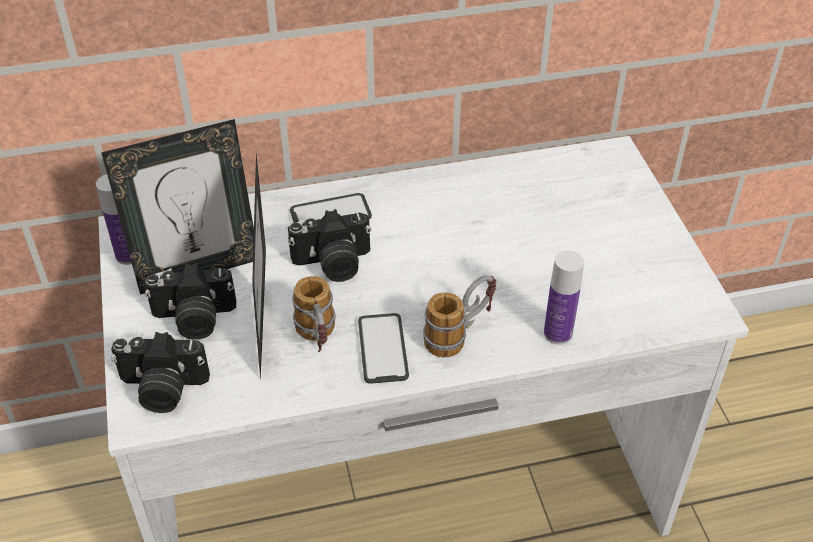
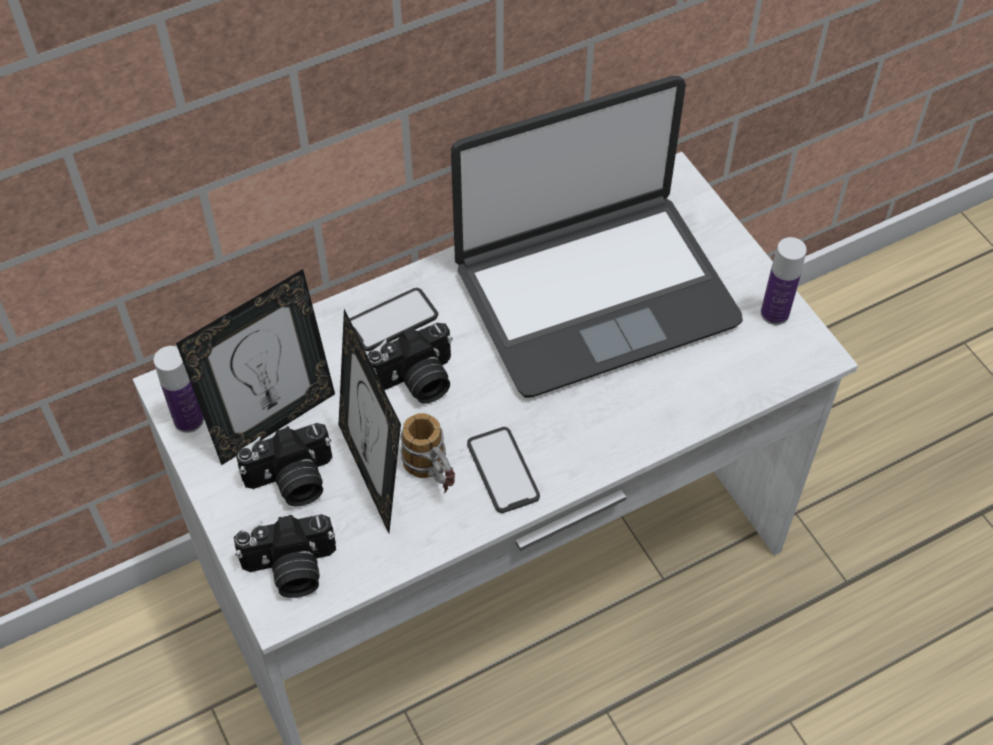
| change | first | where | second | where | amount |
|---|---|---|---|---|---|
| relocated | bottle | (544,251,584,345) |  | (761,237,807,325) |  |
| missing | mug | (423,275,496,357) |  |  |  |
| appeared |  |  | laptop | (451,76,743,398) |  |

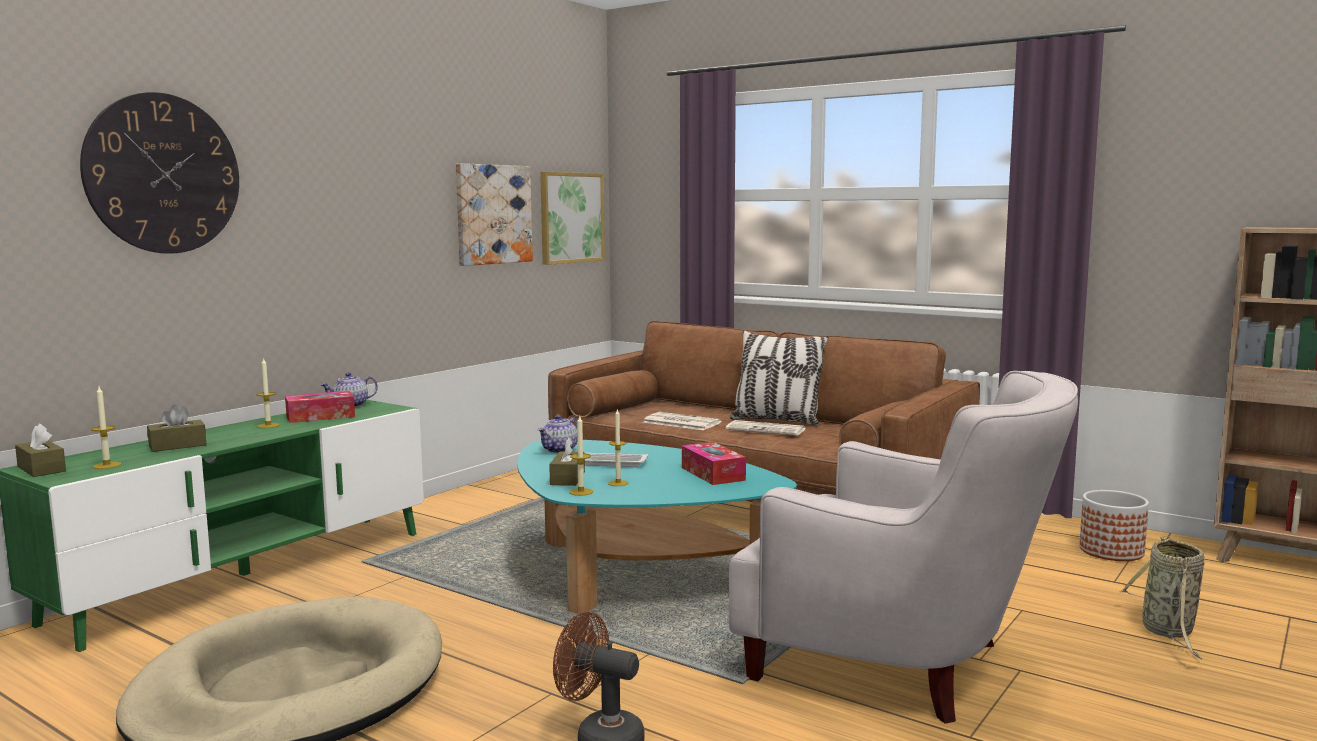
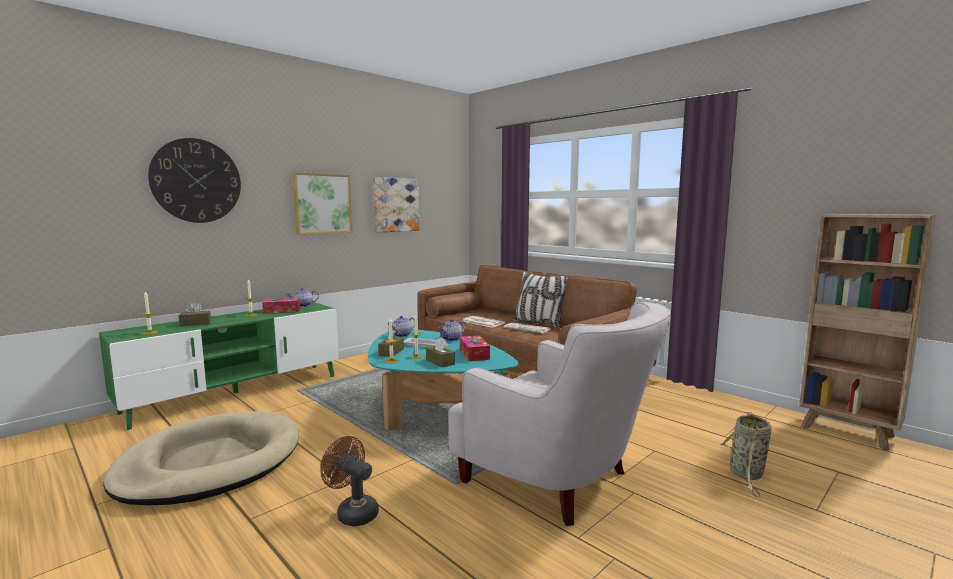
| change | first | where | second | where | amount |
|---|---|---|---|---|---|
| relocated | picture | (540,172,605,265) |  | (293,172,352,235) |  |
| relocated | tissue box (brown) | (15,424,66,477) |  | (426,337,455,367) |  |
| missing | planter | (1079,490,1149,561) |  |  |  |
| appeared |  |  | teapot | (438,319,465,341) |  |

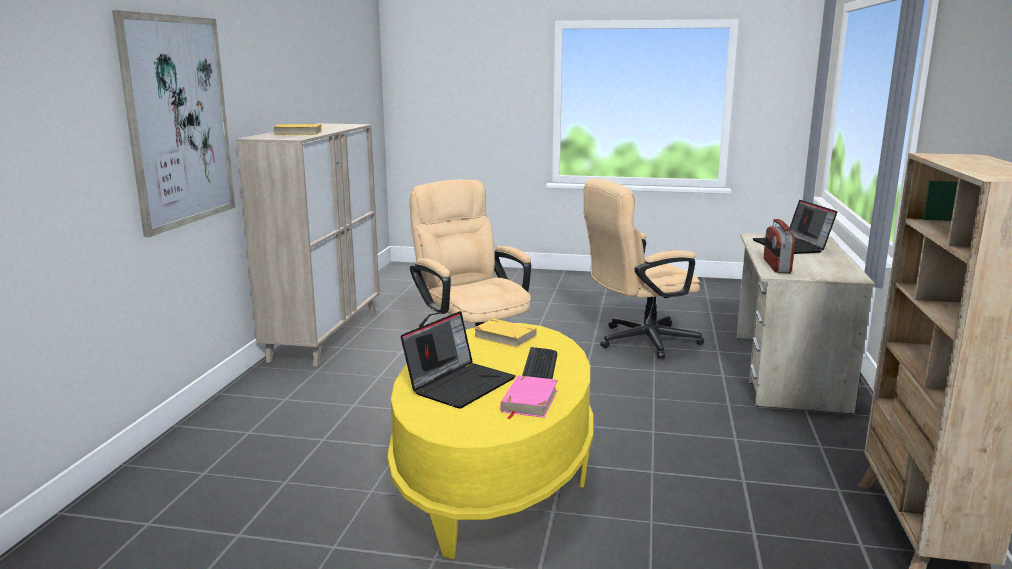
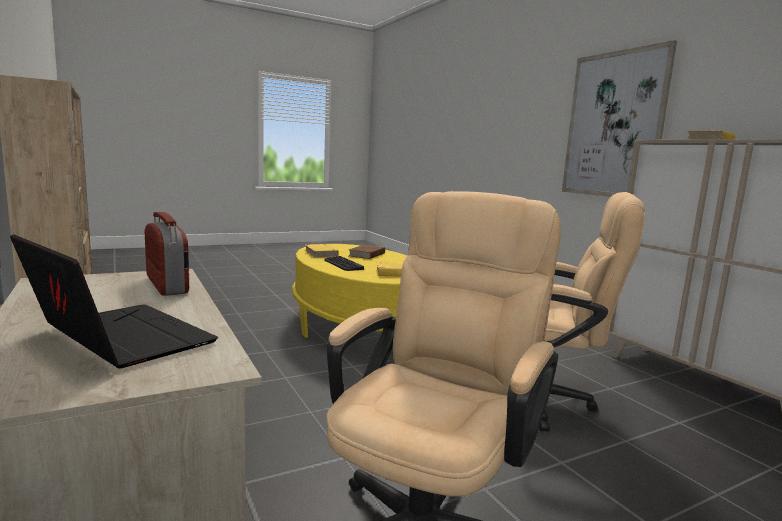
| change | first | where | second | where | amount |
|---|---|---|---|---|---|
| exchanged | laptop | (401,311,515,408) | book (brown) | (349,245,385,259) |  |
| colour | book (pink) | (500,375,558,419) | book (yellow) | (305,244,339,258) |  |

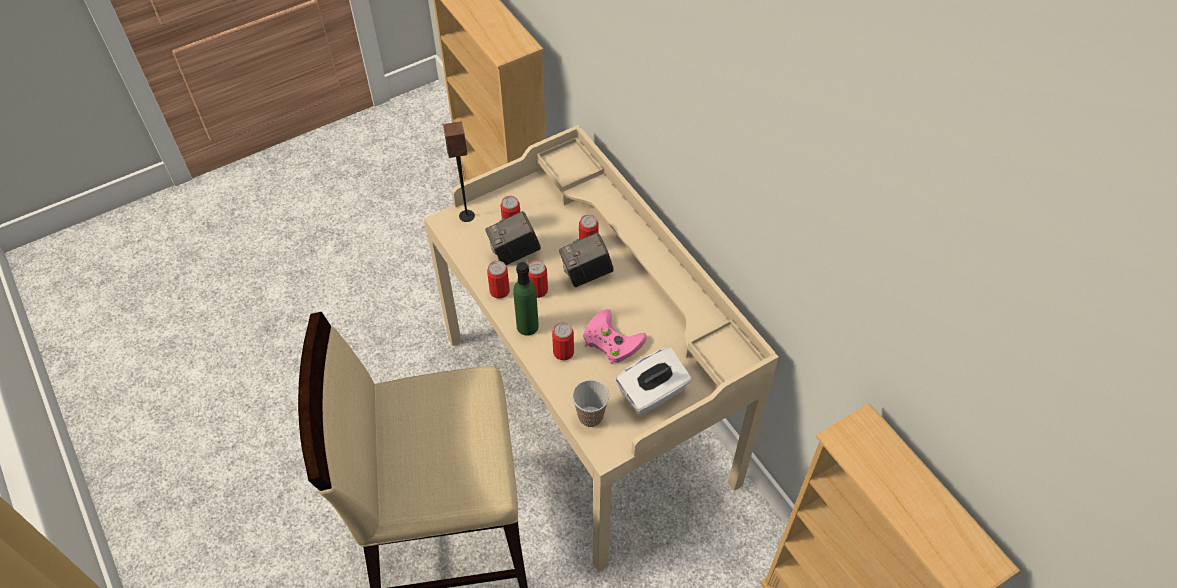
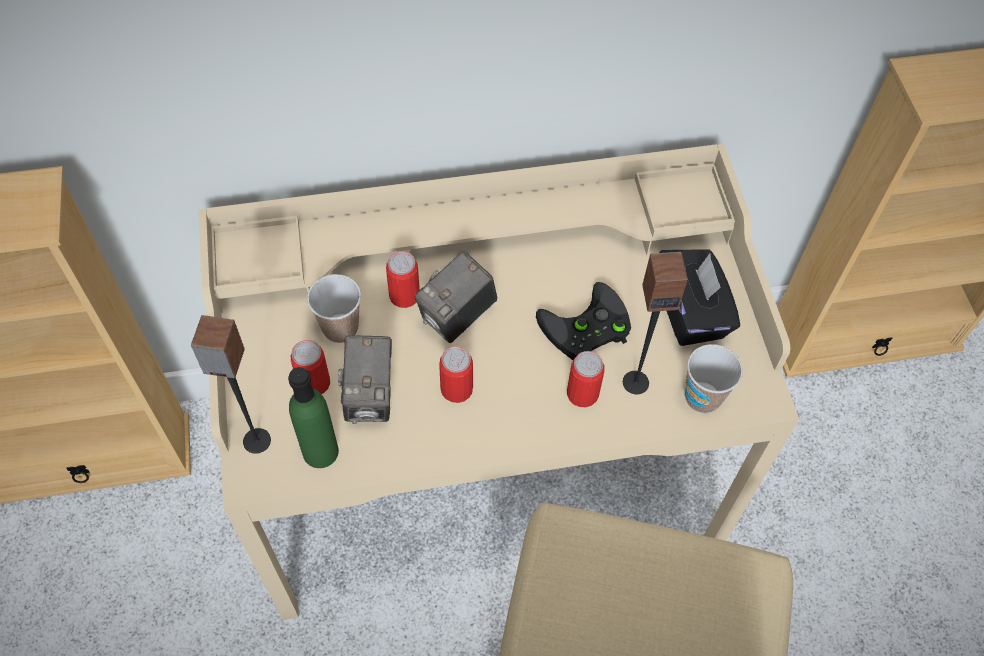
| change | first | where | second | where | amount |
|---|---|---|---|---|---|
| spun | photo camera | (559,232,614,287) |  | (415,251,497,343) | 45 degrees clockwise |
| missing | can | (487,261,510,299) |  |  |  |
| relocated | bottle (green) | (513,262,539,336) |  | (288,367,339,468) |  |
| colour | game controller (pink) | (583,309,647,364) | game controller (black) | (536,282,631,360) |  |
| colour | tissue box (white) | (616,347,692,416) | tissue box (black) | (659,249,740,346) |  |
| appeared |  |  | speaker | (623,252,688,394) |  |
| appeared |  |  | cup | (307,274,361,343) |  |

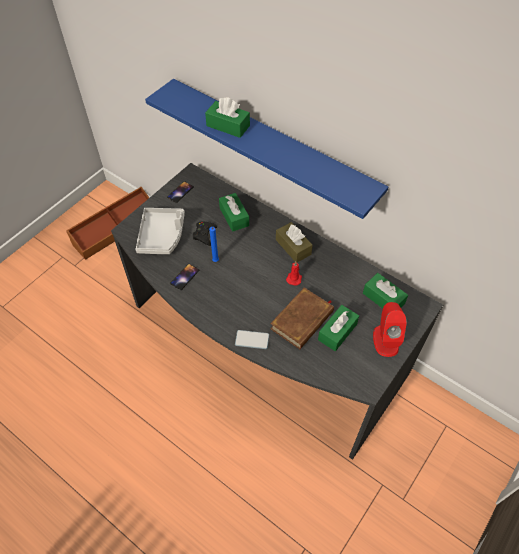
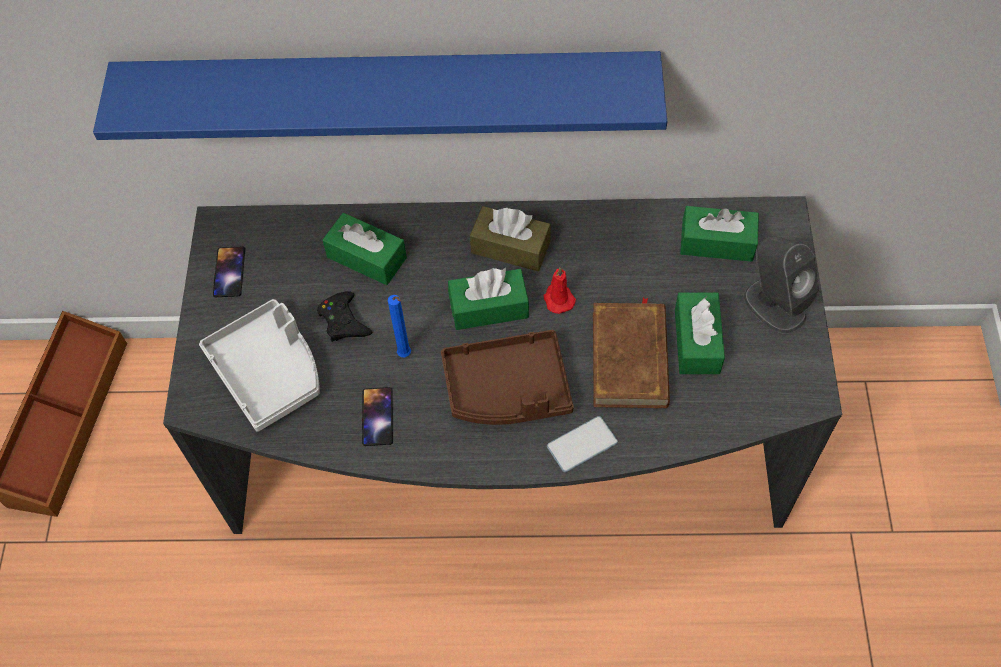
| change | first | where | second | where | amount |
|---|---|---|---|---|---|
| relocated | tissue box (green) | (205,97,250,138) |  | (448,268,529,330) |  |
| colour | speaker (red) | (373,302,407,357) | speaker (grey) | (744,236,819,334) |  |
| appeared |  |  | tray (brown) | (441,330,574,425) |  |

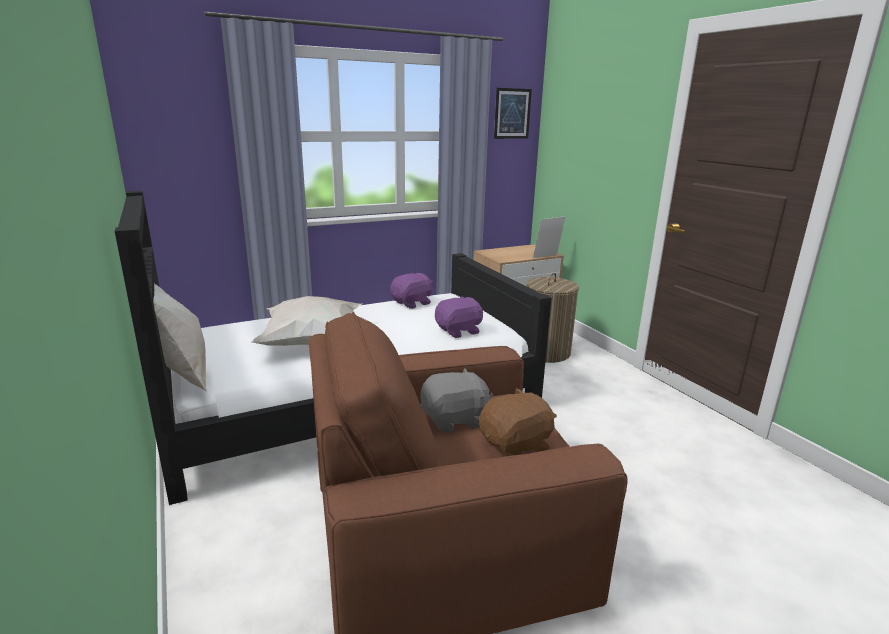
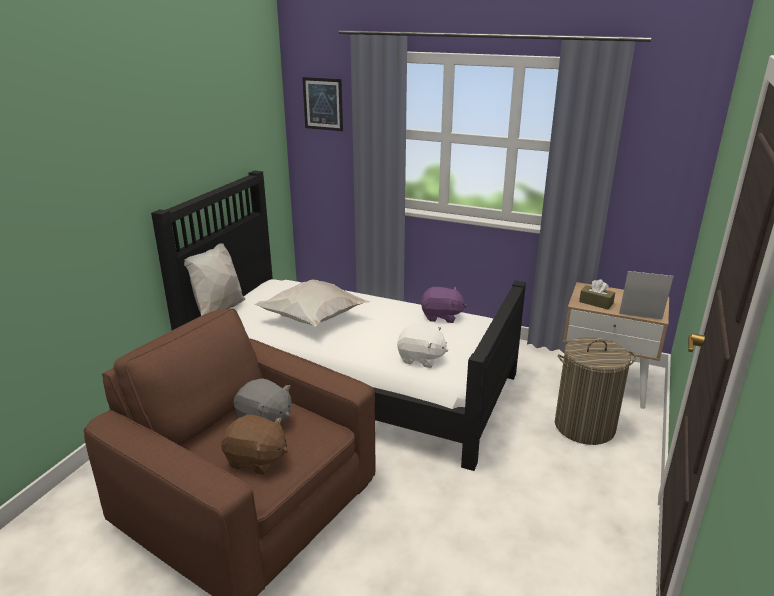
| change | first | where | second | where | amount |
|---|---|---|---|---|---|
| relocated | picture | (494,88,532,139) |  | (302,77,343,131) |  |
| colour | plush toy (purple) | (435,296,483,338) | plush toy (white) | (397,324,449,368) |  |
| appeared |  |  | tissue box (brown) | (579,279,615,309) |  |

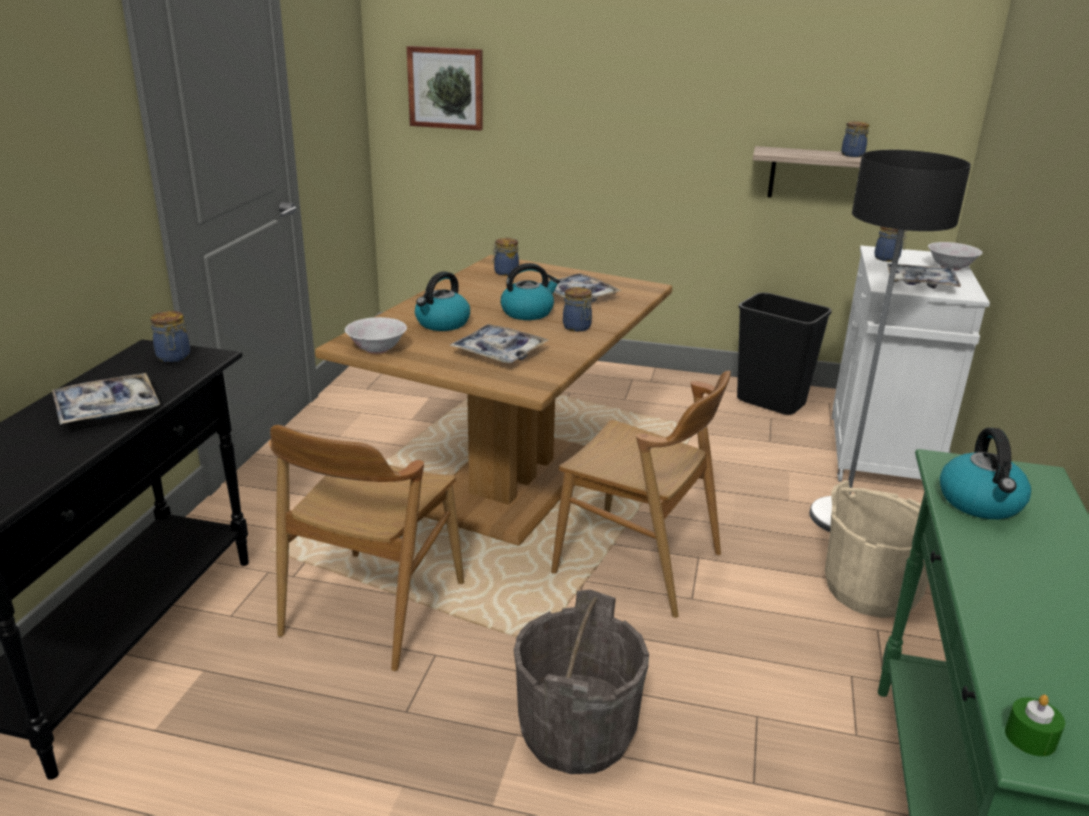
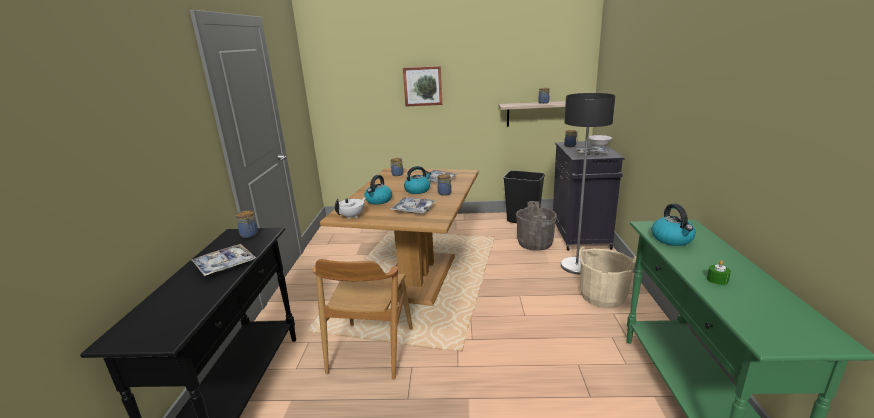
| change | first | where | second | where | amount |
|---|---|---|---|---|---|
| relocated | picture | (407,46,483,131) |  | (403,66,442,106) |  |
| colour | cabinet (white) | (832,246,990,482) | cabinet (black) | (553,141,624,251) |  |
| exchanged | bowl (white) | (345,317,407,354) | teapot (white) | (335,197,366,219) |  |
| missing | chair (brown) | (551,371,731,618) |  |  |  |
| relocated | bucket (grey) | (514,590,649,774) |  | (516,201,557,251) |  |
| relocated | candle (green) | (1005,695,1065,756) |  | (707,260,731,285) |  |

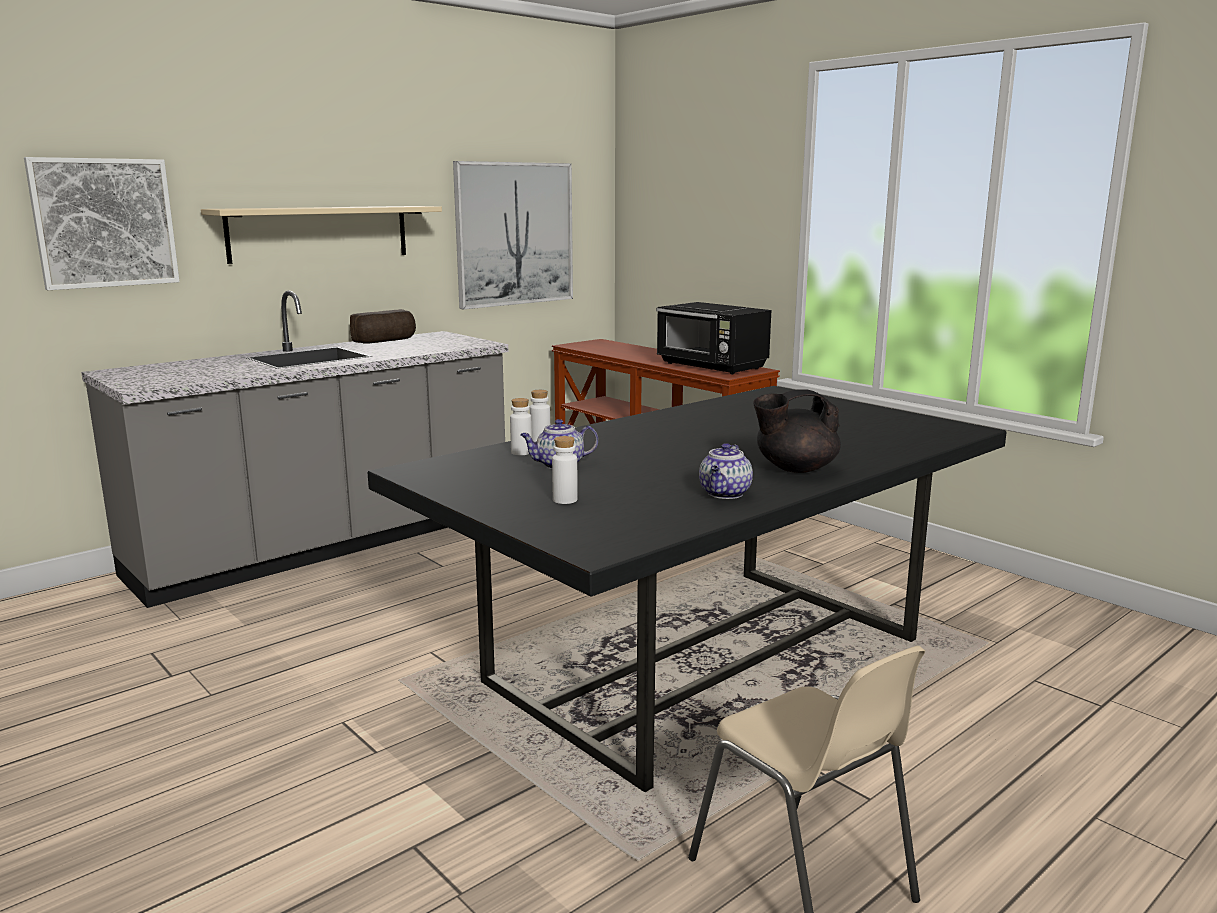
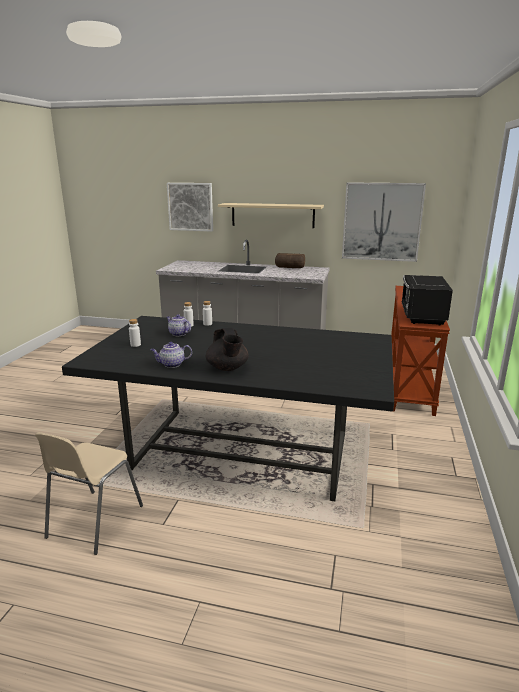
| change | first | where | second | where | amount |
|---|---|---|---|---|---|
| spun | teapot (black) | (753,389,841,473) |  | (206,328,249,371) | 150 degrees counterclockwise |

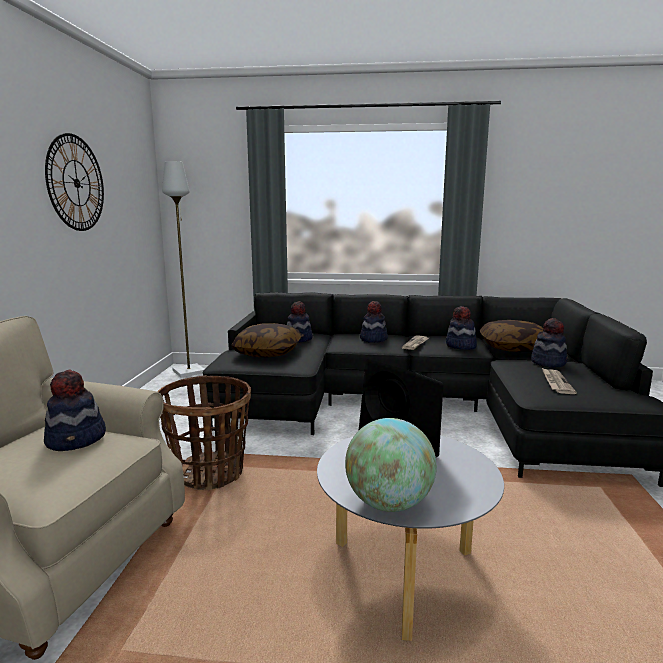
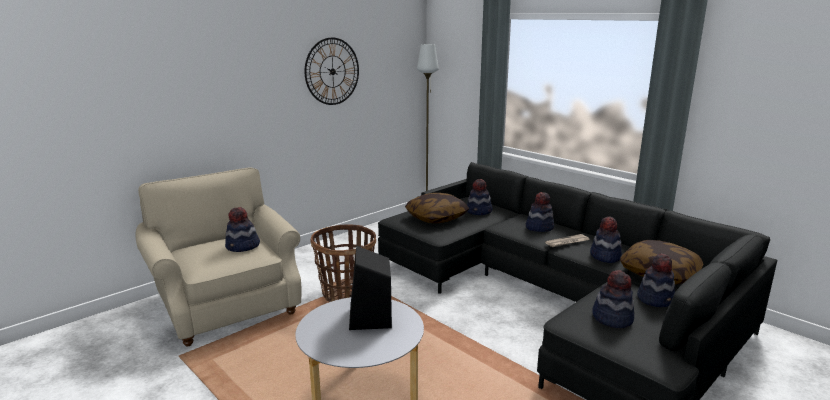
| change | first | where | second | where | amount |
|---|---|---|---|---|---|
| exchanged | newspaper | (542,368,577,394) | hat | (592,270,634,328) |  |
| missing | globe | (345,418,437,512) |  |  |  |

